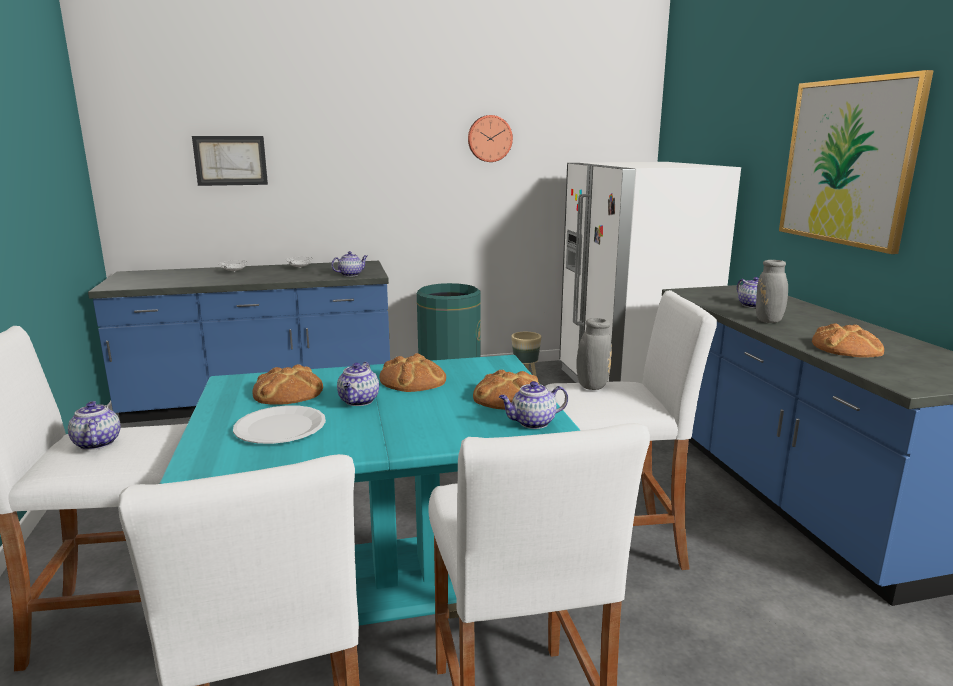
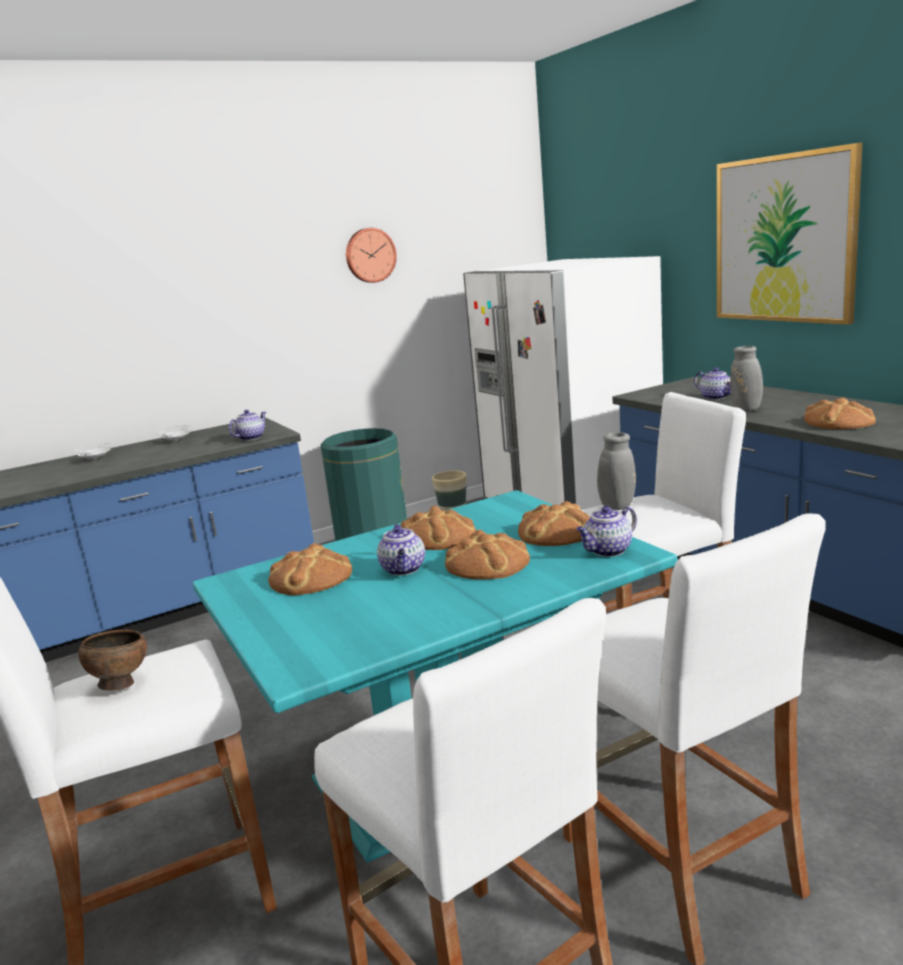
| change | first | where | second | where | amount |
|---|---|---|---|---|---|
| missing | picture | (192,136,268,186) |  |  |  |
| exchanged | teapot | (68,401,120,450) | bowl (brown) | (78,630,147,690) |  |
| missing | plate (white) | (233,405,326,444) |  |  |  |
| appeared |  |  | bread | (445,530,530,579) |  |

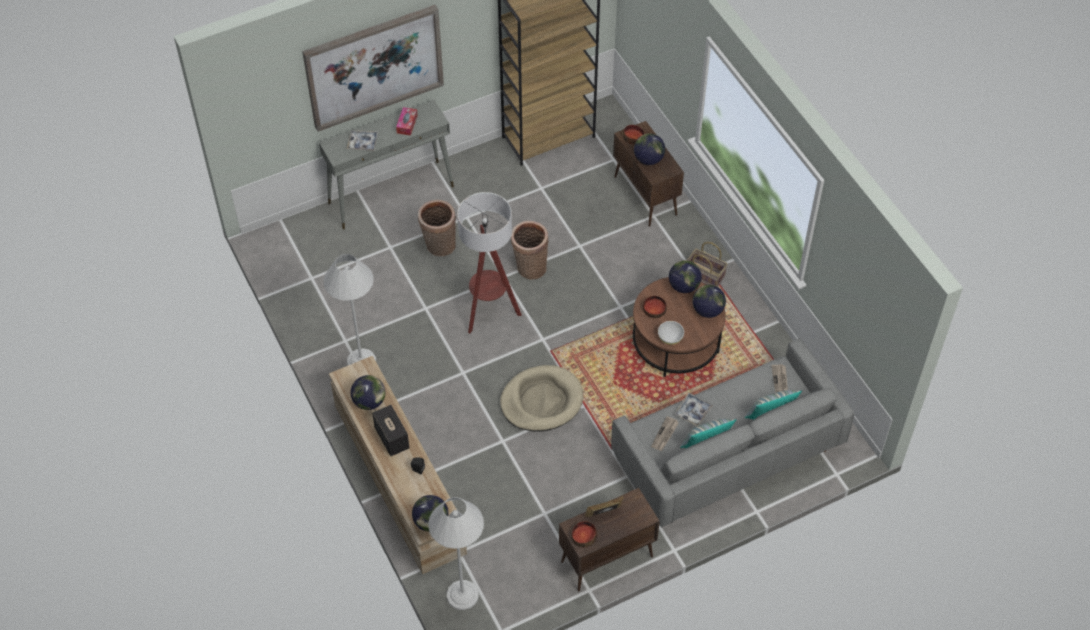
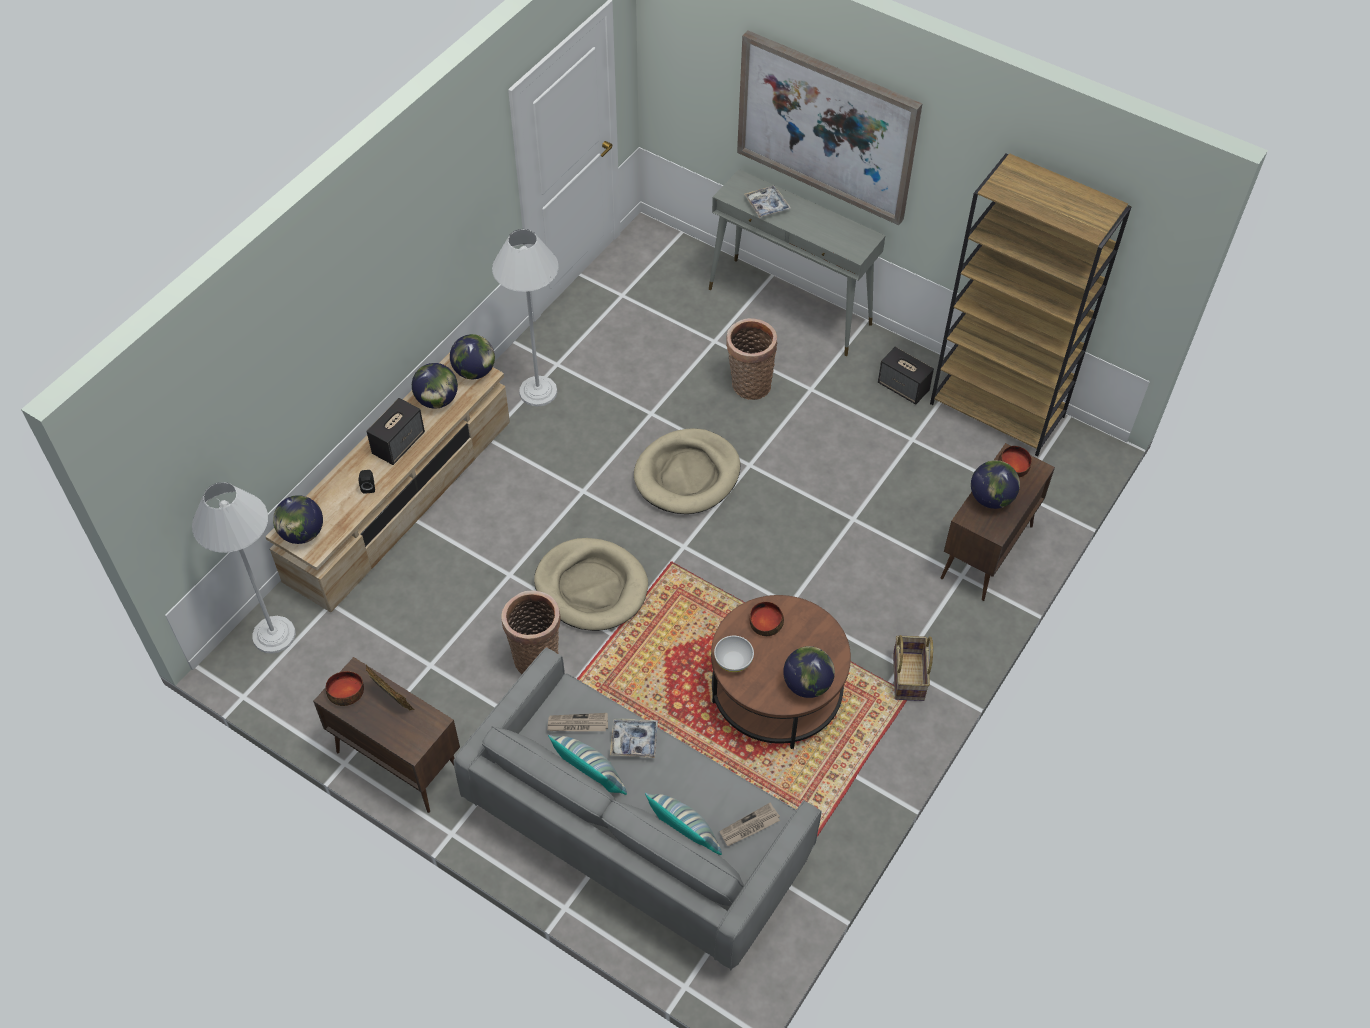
| change | first | where | second | where | amount |
|---|---|---|---|---|---|
| missing | tissue box | (396,107,418,136) |  |  |  |
| exchanged | floor lamp | (457,192,521,334) | dog bed (beige) | (634,428,741,514) |  |
| relocated | basket | (511,221,549,280) |  | (501,590,561,674) |  |
| relocated | globe | (669,260,702,293) |  | (450,334,495,379) |  |
| appeared |  |  | speaker | (878,347,934,405) |  |

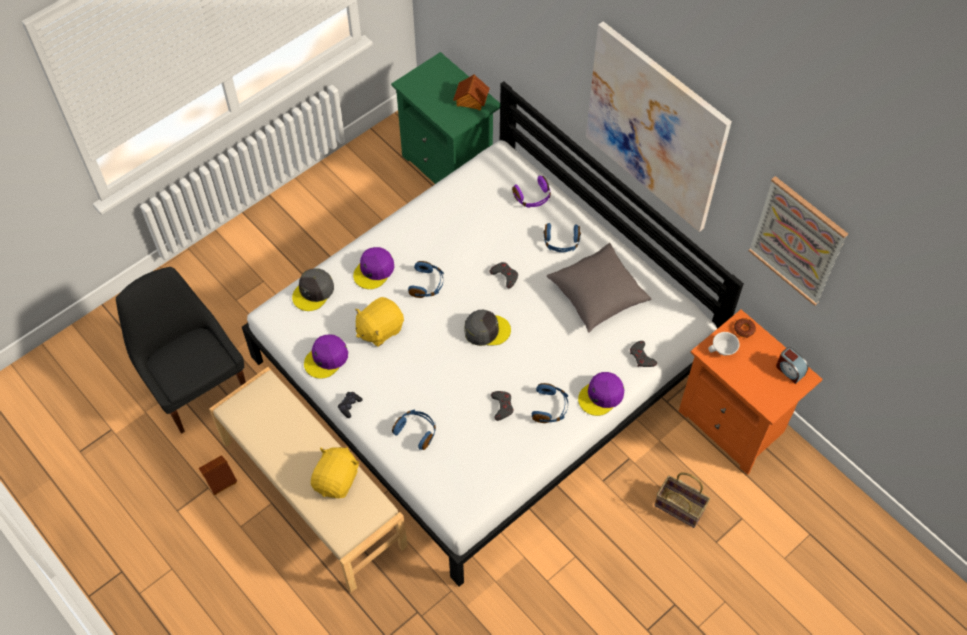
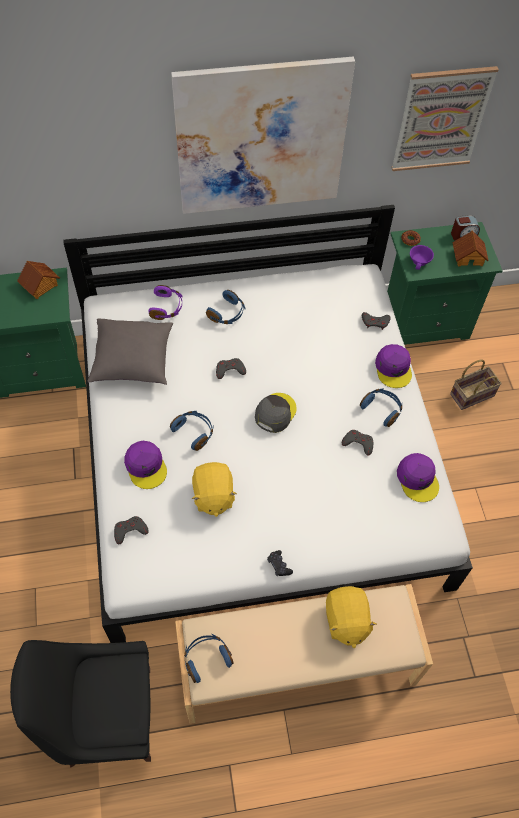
| change | first | where | second | where | amount |
|---|---|---|---|---|---|
| relocated | pillow (grey) | (547,243,651,332) |  | (87,318,173,385) |  |
| exchanged | cap (grey) | (292,268,334,311) | game controller (grey) | (114,516,149,544) |  |
| colour | nightstand (orange) | (679,310,823,475) | nightstand (green) | (387,222,503,345) |  |
| colour | cup (white) | (708,332,740,356) | cup (purple) | (410,245,434,270) |  |
| relocated | cap (purple) | (304,334,348,379) |  | (397,453,439,502) |  |
| relocated | headphones (blue) | (392,409,436,450) |  | (184,634,234,683) |  |
| spun | plush toy (yellow) | (311,447,360,498) |  | (326,586,377,648) | 150 degrees counterclockwise |
| relocated | toy house | (199,455,237,495) |  | (452,231,489,266) |  |

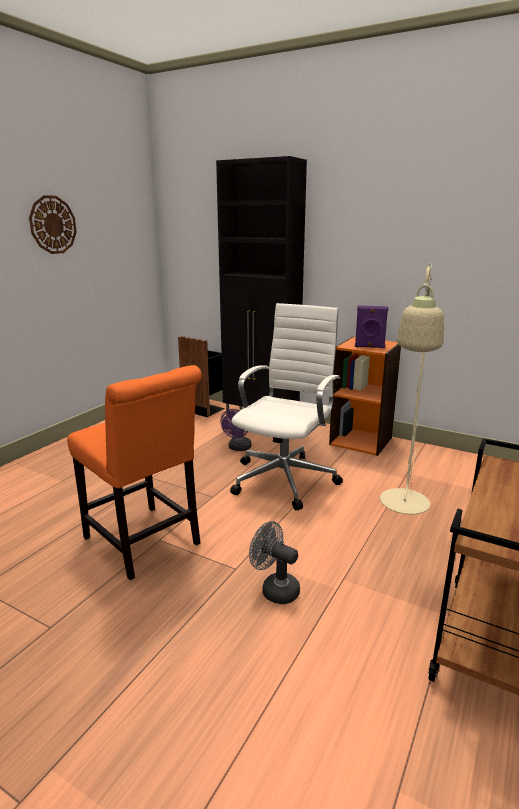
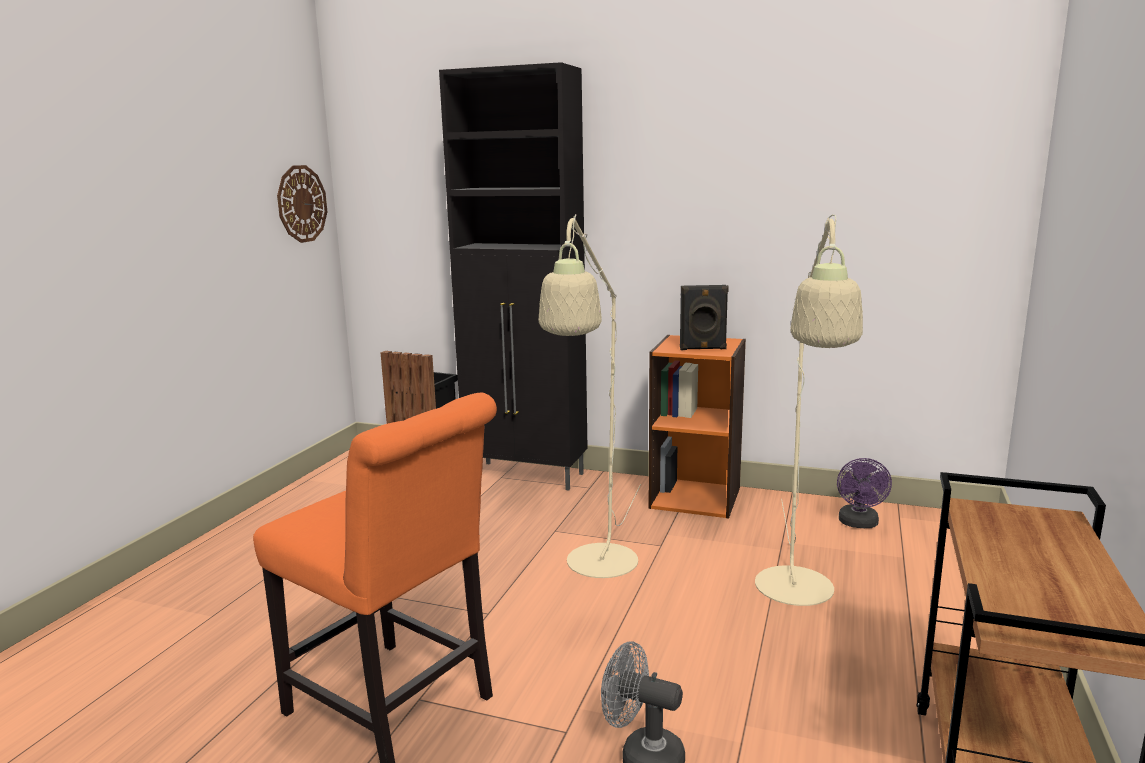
| change | first | where | second | where | amount |
|---|---|---|---|---|---|
| relocated | wall clock | (29,195,77,254) |  | (277,165,327,243) |  |
| exchanged | office chair (white) | (230,303,343,510) | floor lamp (beige) | (539,214,641,578) |  |
| colour | speaker (purple) | (355,305,388,348) | speaker (black) | (680,285,729,350) |  |
| relocated | fan (purple) | (220,409,252,451) |  | (837,458,892,528) |  |

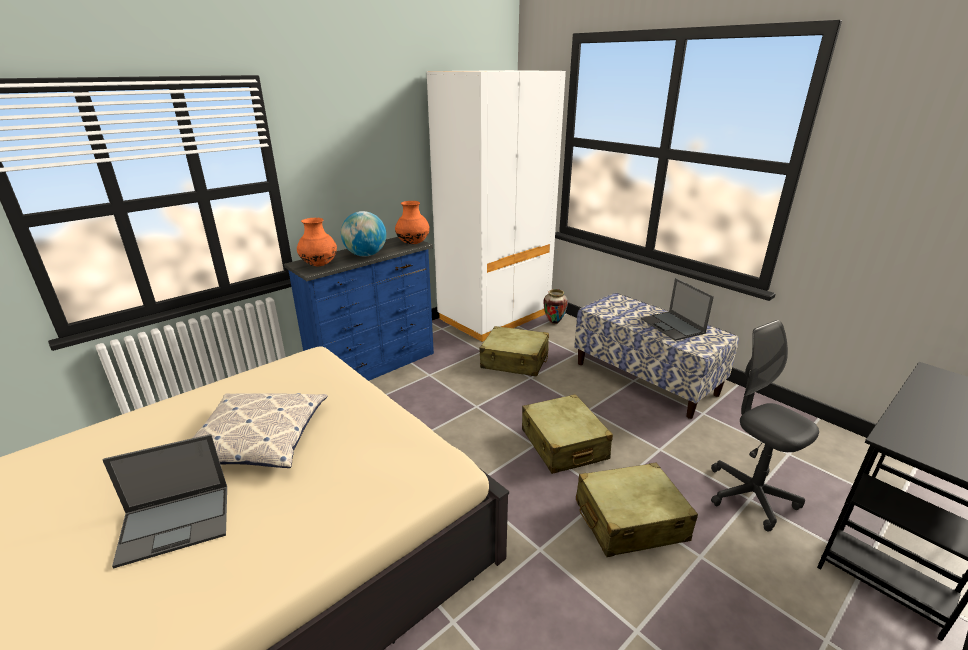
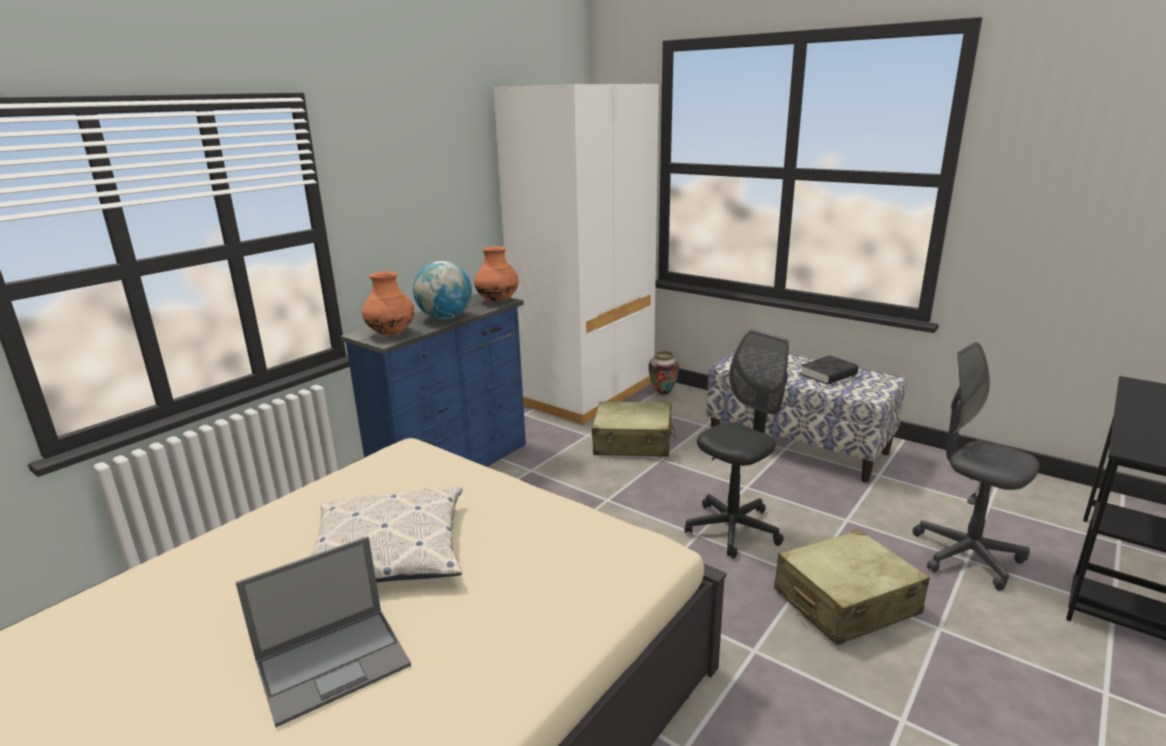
| change | first | where | second | where | amount |
|---|---|---|---|---|---|
| exchanged | laptop | (641,278,714,341) | book (black) | (800,355,858,384) |  |
| exchanged | suitcase (beige) | (522,394,613,474) | office chair (black) | (685,329,789,559) |  |

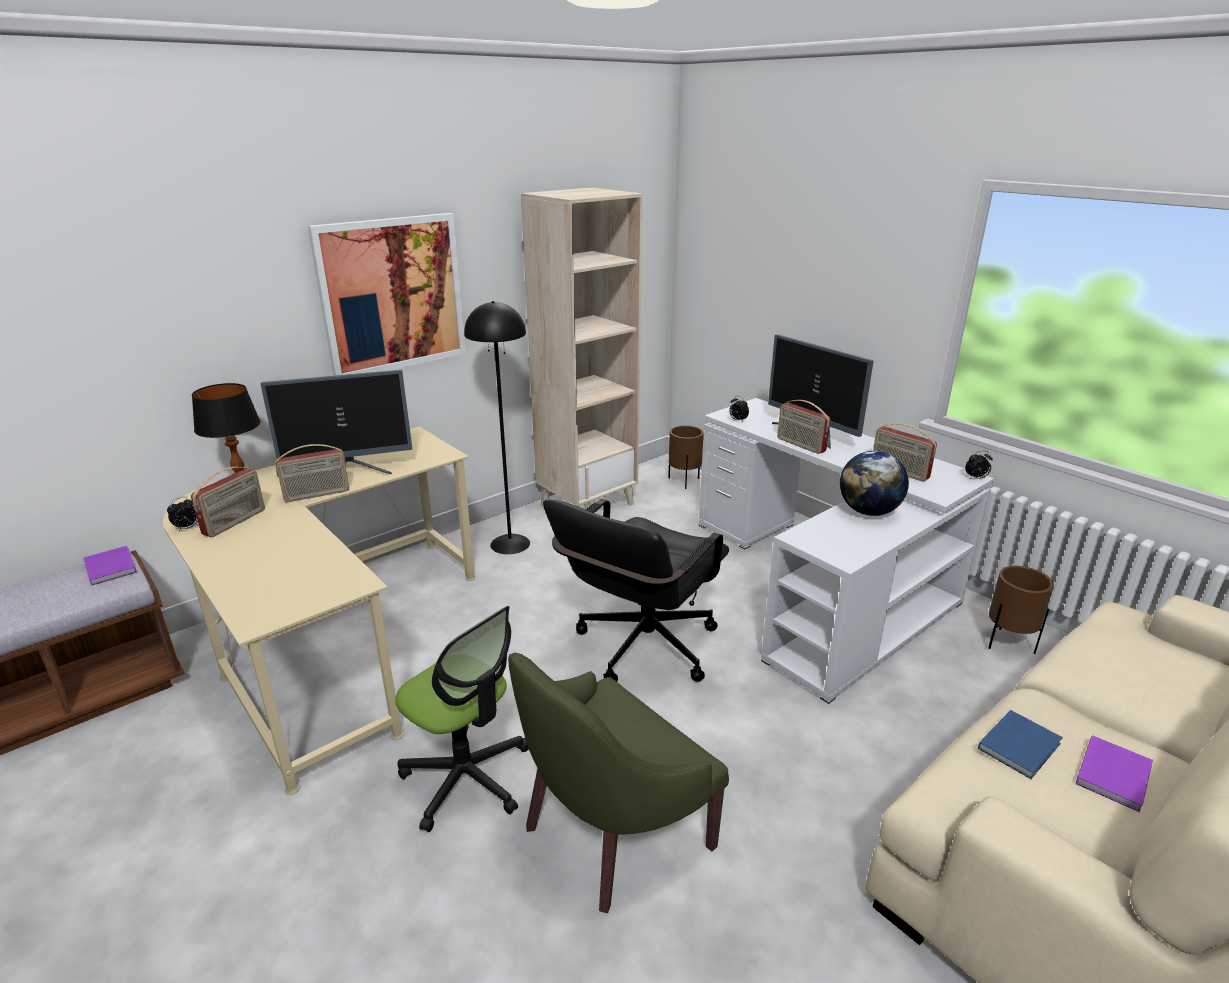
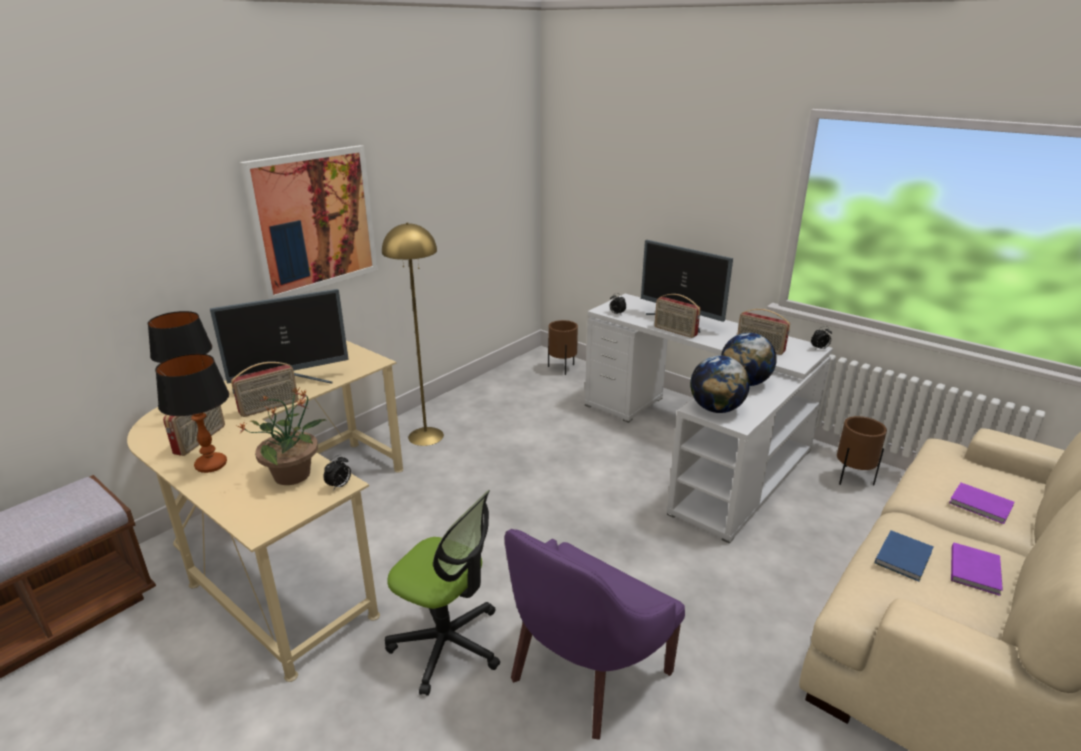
| change | first | where | second | where | amount |
|---|---|---|---|---|---|
| missing | bookcase (beige) | (521,188,643,509) |  |  |  |
| colour | floor lamp (black) | (464,301,530,554) | floor lamp (yellow) | (382,223,444,446) |  |
| relocated | alarm clock | (167,497,197,532) |  | (323,455,351,490) |  |
| missing | office chair (black) | (543,499,729,682) |  |  |  |
| relocated | book (purple) | (83,546,137,586) |  | (949,483,1014,524) |  |
| colour | armchair (green) | (508,653,729,914) | armchair (purple) | (504,529,685,740) |  |
| appeared |  |  | table lamp | (155,353,229,473) |  |
| appeared |  |  | globe | (690,356,750,413) |  |
| appeared |  |  | potted plant | (238,388,328,485) |  |

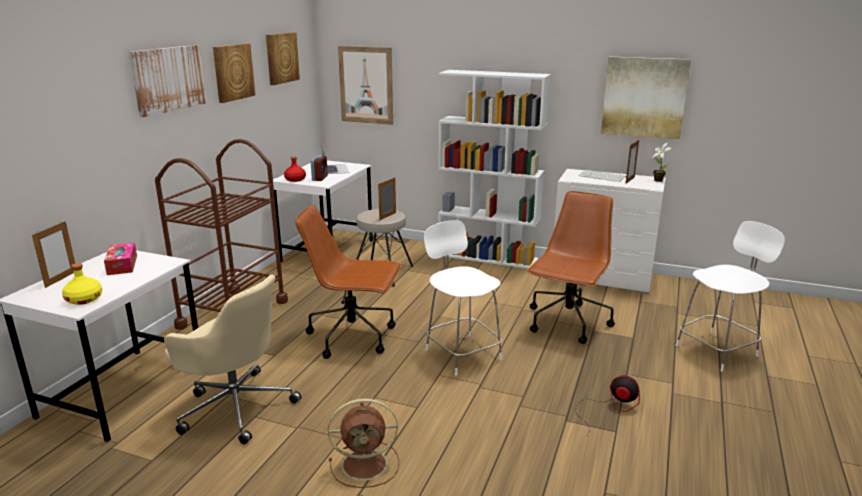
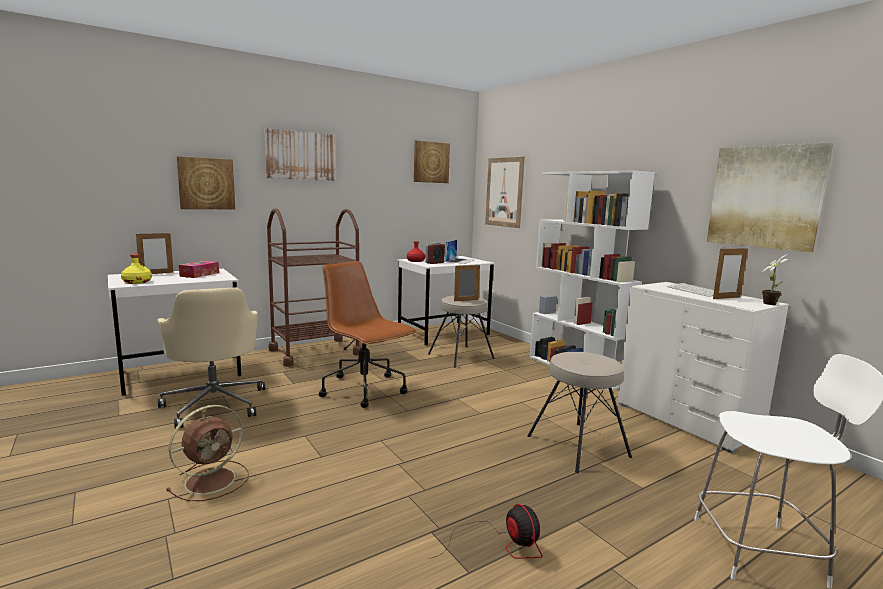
| change | first | where | second | where | amount |
|---|---|---|---|---|---|
| relocated | picture | (213,43,255,103) |  | (177,156,235,209) |  |
| exchanged | office chair (brown) | (527,191,615,344) | stool (beige) | (527,352,632,473) |  |
| missing | chair (white) | (424,220,502,376) |  |  |  |
| spun | fan (brown) | (328,398,399,488) |  | (166,405,249,501) | 75 degrees counterclockwise |

